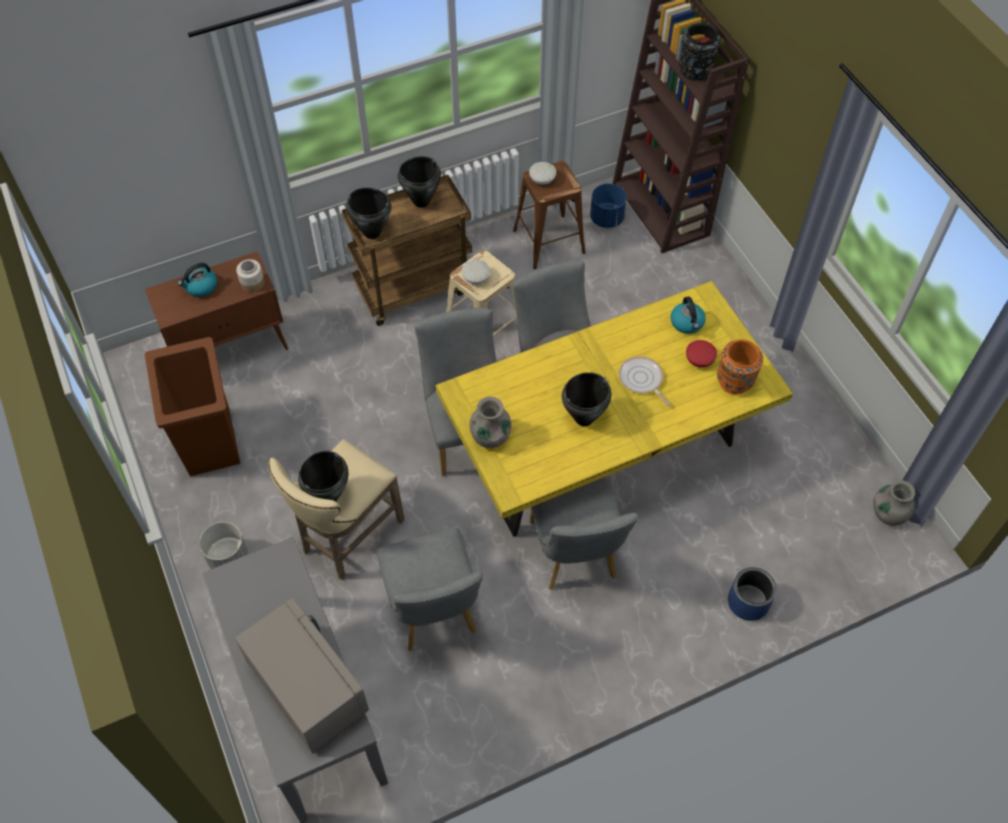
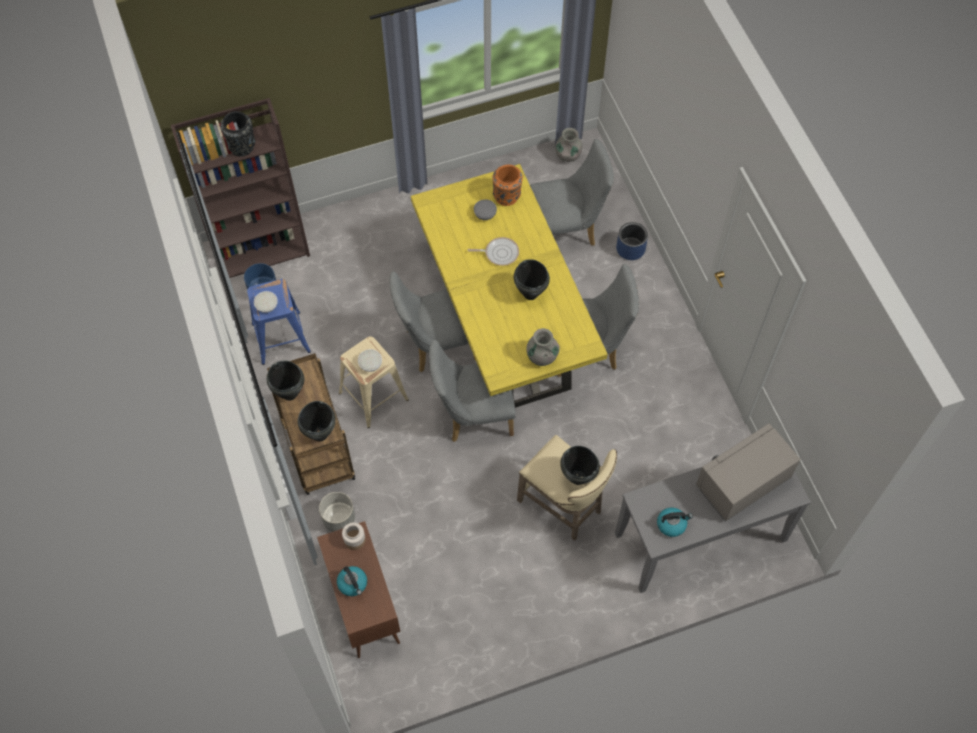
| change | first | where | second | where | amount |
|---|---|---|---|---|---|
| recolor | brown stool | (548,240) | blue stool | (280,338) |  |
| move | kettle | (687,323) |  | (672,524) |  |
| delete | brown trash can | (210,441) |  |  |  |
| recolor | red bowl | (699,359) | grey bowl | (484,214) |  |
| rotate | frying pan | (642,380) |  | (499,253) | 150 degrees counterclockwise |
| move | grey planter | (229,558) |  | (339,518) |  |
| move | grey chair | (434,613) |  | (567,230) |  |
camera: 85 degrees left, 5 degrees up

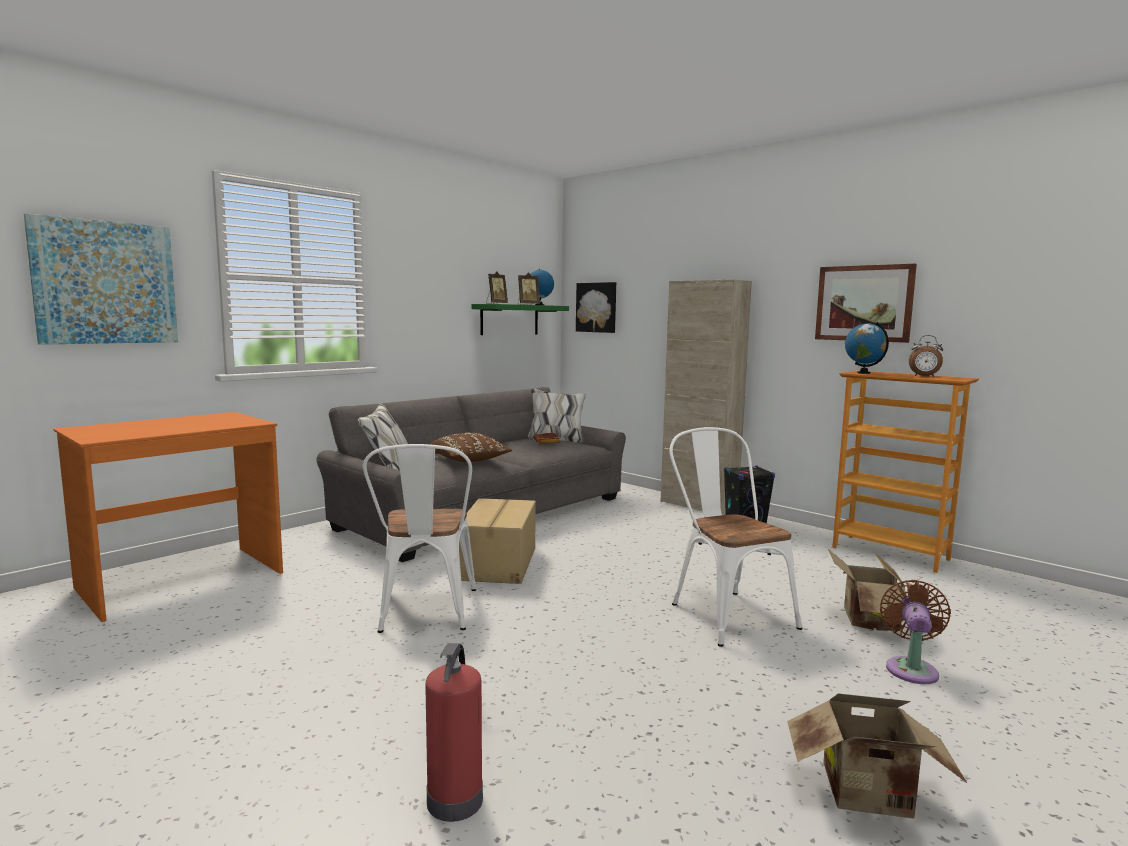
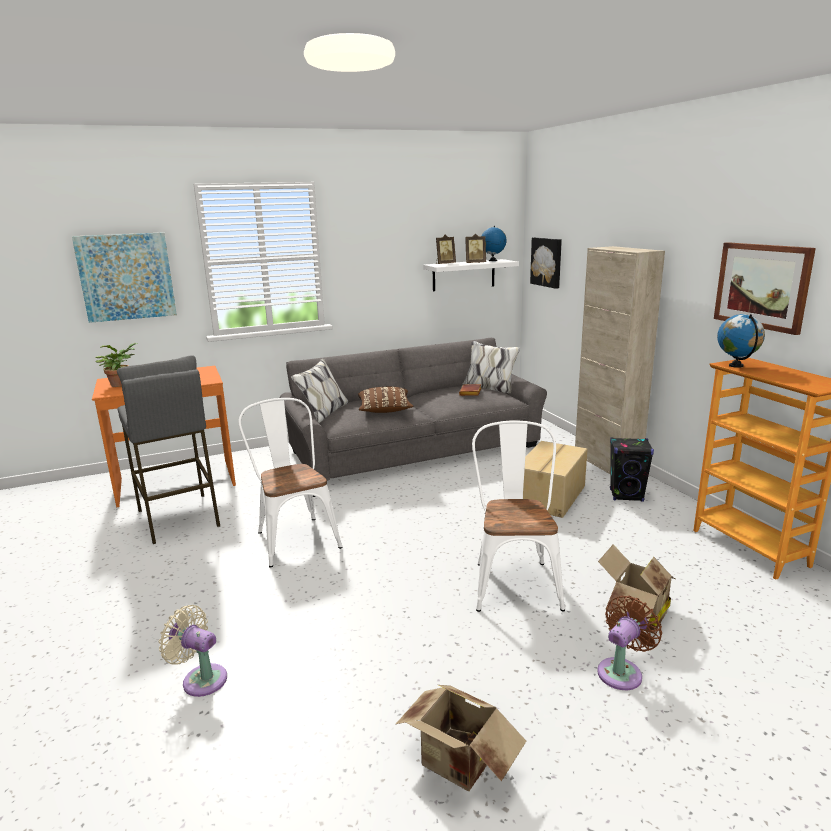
| change | first | where | second | where | amount |
|---|---|---|---|---|---|
| recolor | green shelf | (509,319) | white shelf | (463,275) |  |
| delete | alarm clock | (924,376) |  |  |  |
| rotate | white chair | (425,614) |  | (294,537) | 135 degrees clockwise |
| move | cardboard box | (499,563) |  | (551,496) |  |
| replace | fire extinguisher | (455,798) | beige fan | (201,679) |  |
| insert |  |  | potted plant | (121,384) |  |
| insert |  |  | grey stool | (178,518) |  |
camera: 25 degrees right, 10 degrees up

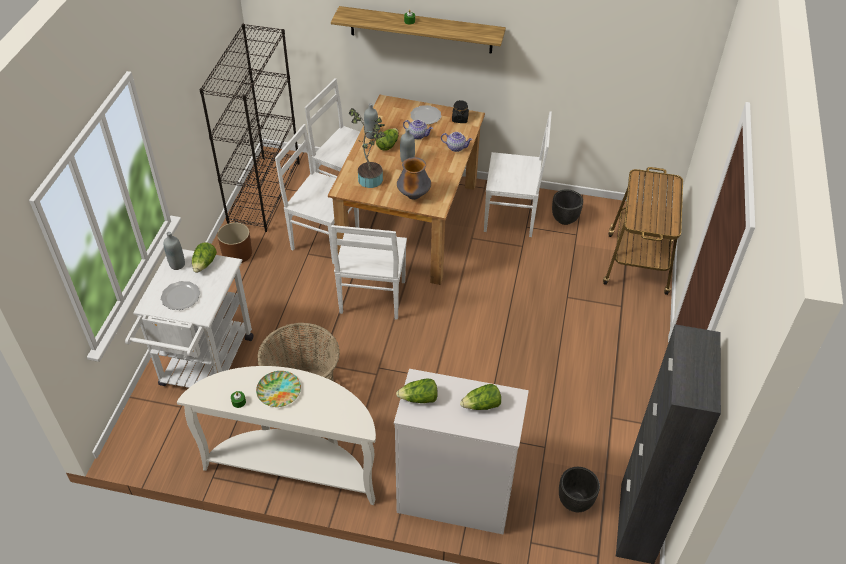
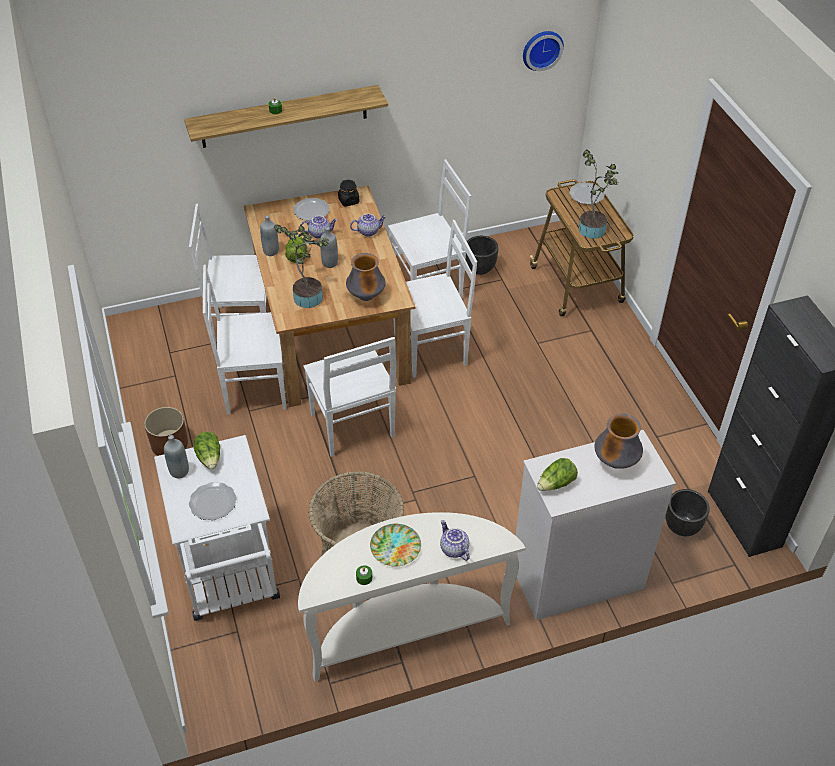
| change | first | where | second | where | amount |
|---|---|---|---|---|---|
| delete | black bookcase | (264,192) |  |  |  |
| replace | lettuce | (481,405) | vase | (615,462) |  |
| insert |  |  | wall clock | (541,49) |  |
| insert |  |  | potted plant | (593,228) |  |
| insert |  |  | plate | (587,195) |  |
| insert |  |  | white chair | (432,349) |  |
| insert |  |  | teapot | (453,549) |  |
camera: 30 degrees left, 0 degrees up

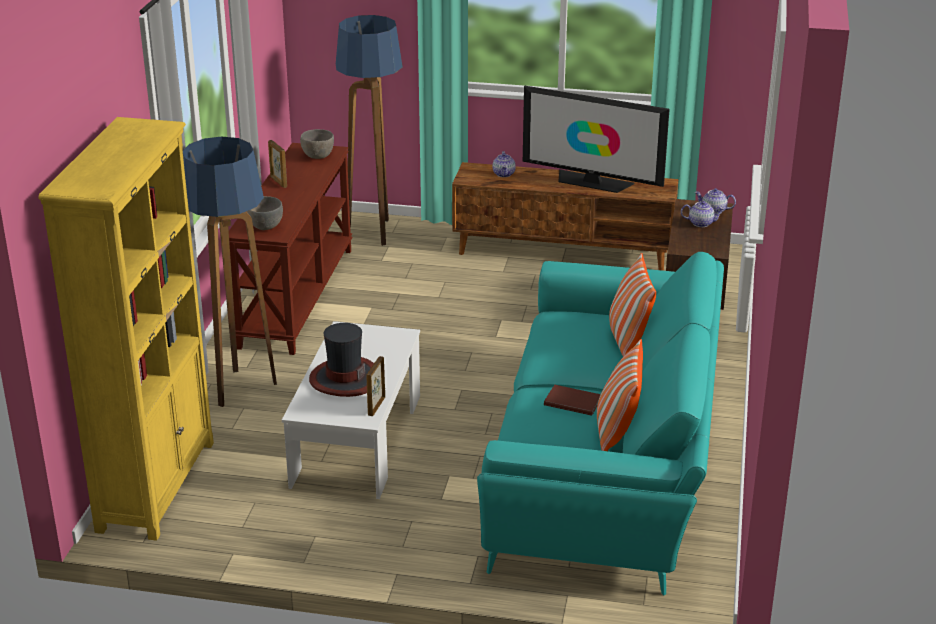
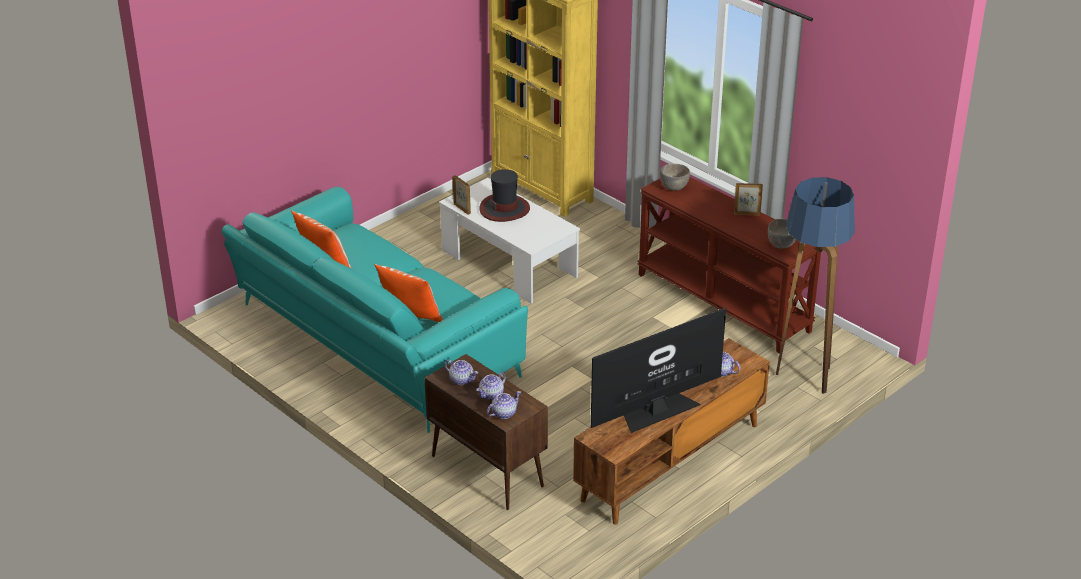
| change | first | where | second | where | amount |
|---|---|---|---|---|---|
| delete | floor lamp | (240,390) |  |  |  |
| delete | brown book | (572,401) |  |  |  |
| insert |  |  | teapot | (462,380) |  |
camera: 125 degrees right, 5 degrees up

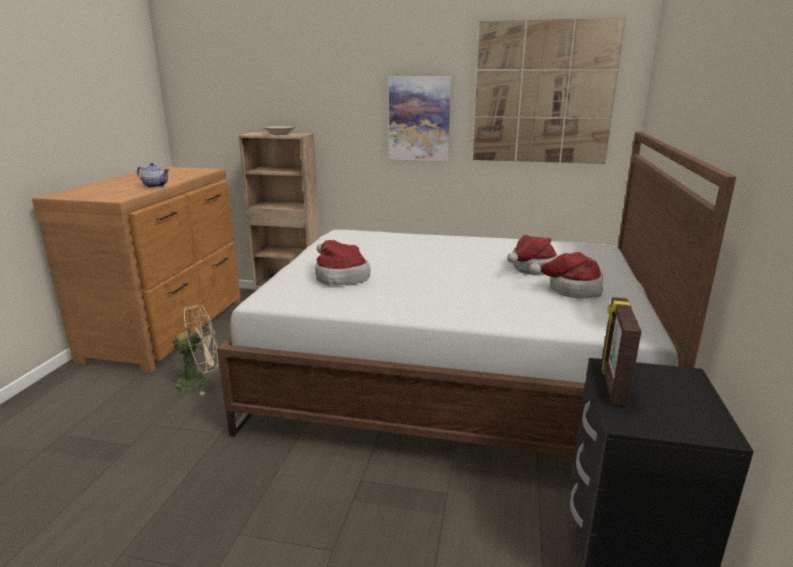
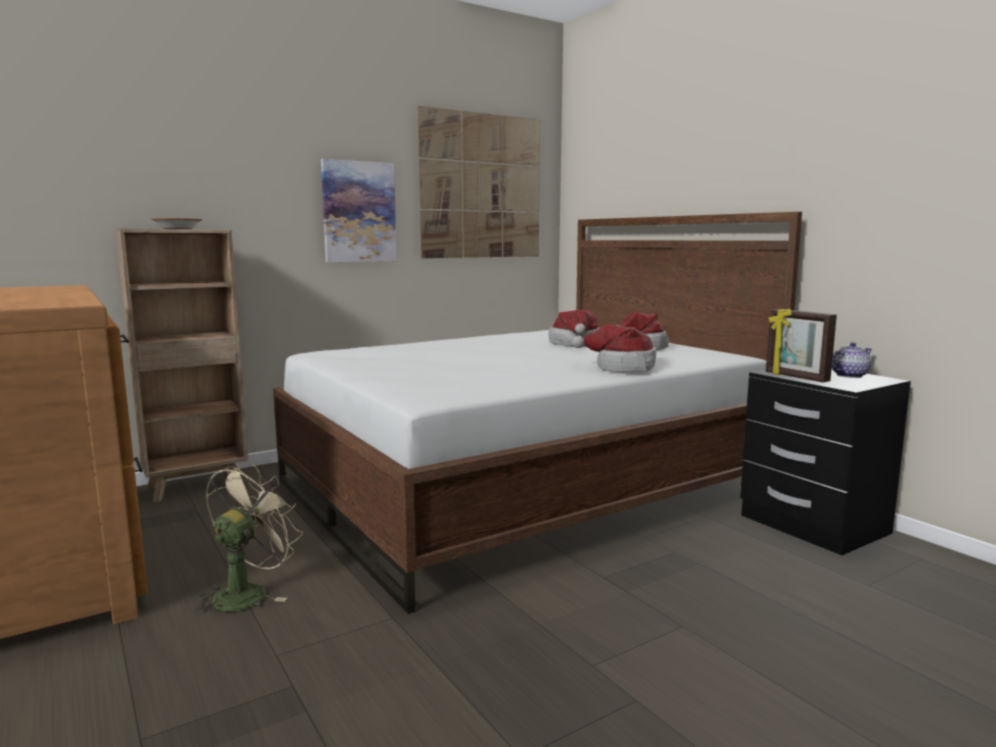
| change | first | where | second | where | amount |
|---|---|---|---|---|---|
| move | teapot | (155,186) |  | (848,375) |  |
| move | hat | (339,277) |  | (622,367) |  |
camera: 45 degrees left, 10 degrees down

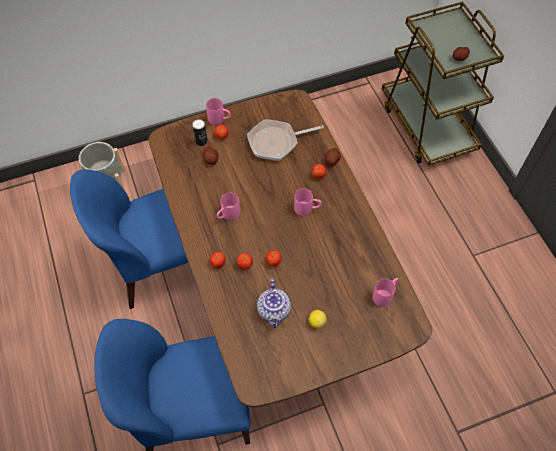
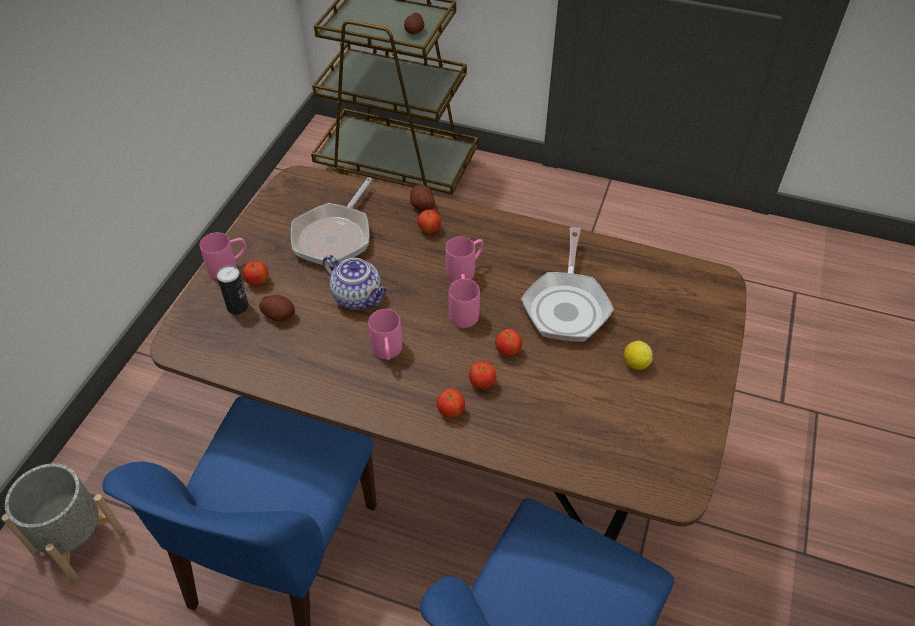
| change | first | where | second | where | amount |
|---|---|---|---|---|---|
| move | teapot | (274,311) |  | (358,297) |  |
| move | pink mug | (385,295) |  | (463,311) |  |
| insert |  |  | frying pan | (566,306) |  |
camera: 50 degrees left, 10 degrees down

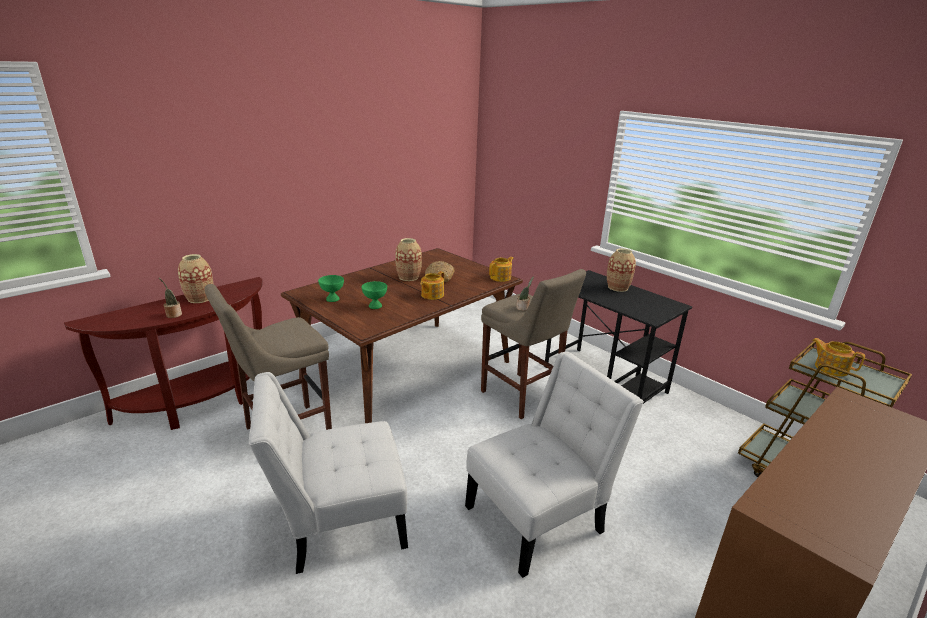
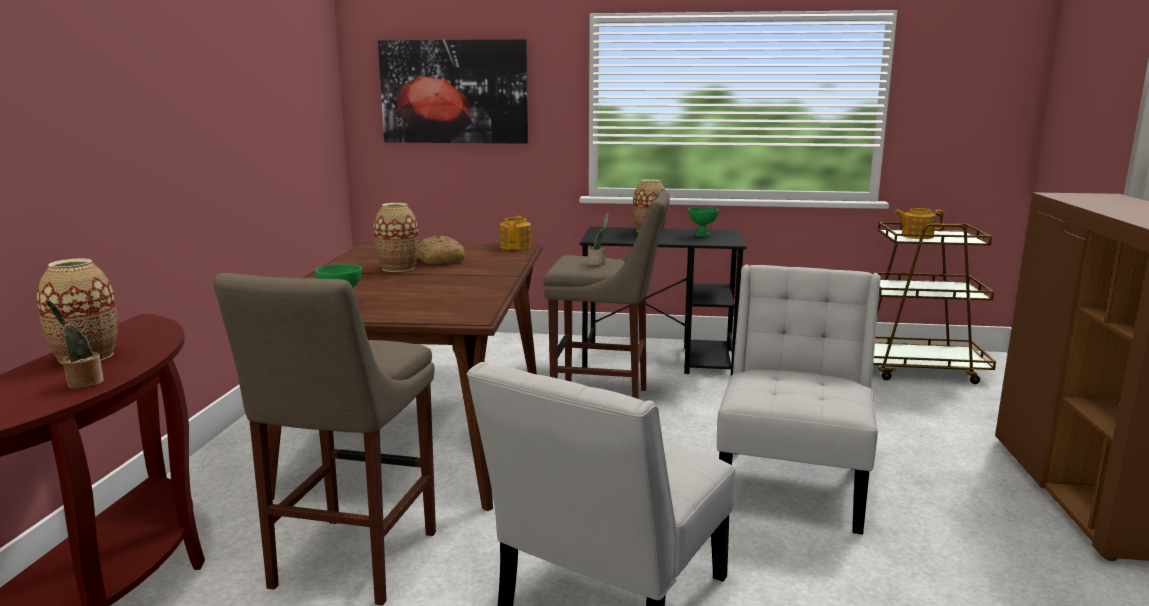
| change | first | where | second | where | amount |
|---|---|---|---|---|---|
| delete | teapot | (431,295) |  |  |  |
| move | green bowl | (374,306) |  | (701,235) |  |
| insert |  |  | picture | (454,92) |  |
camera: 40 degrees left, 10 degrees down

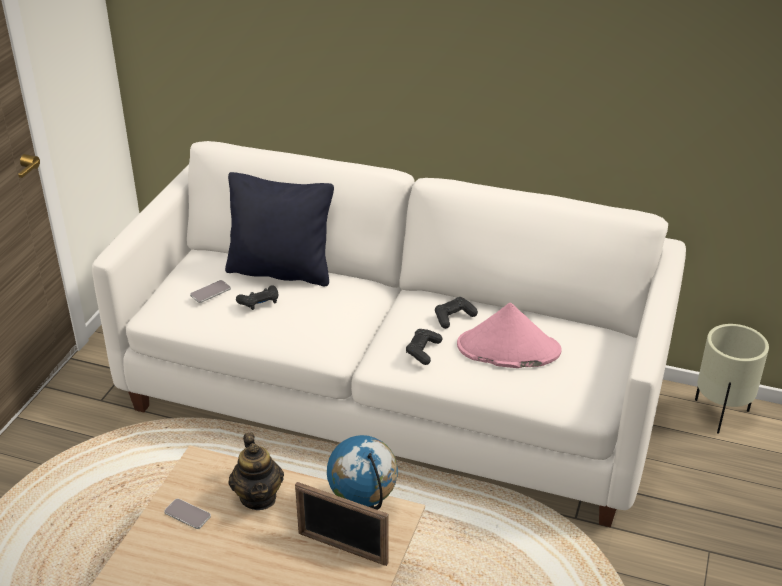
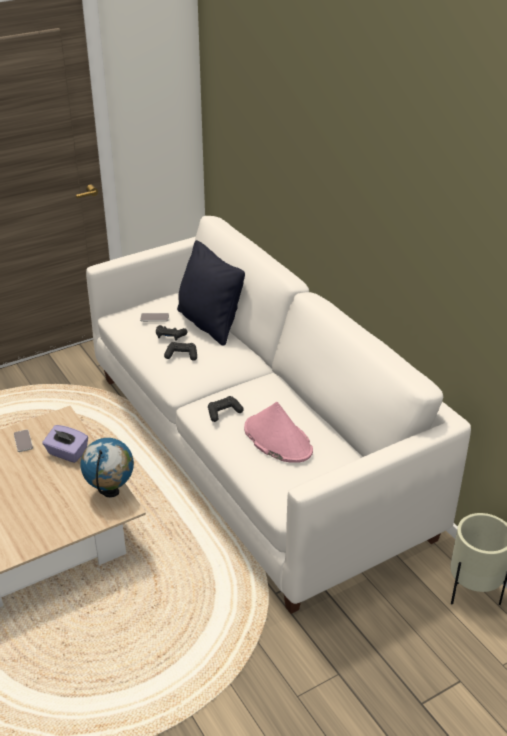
| change | first | where | second | where | amount |
|---|---|---|---|---|---|
| move | black game controller | (454,317) |  | (181,355) |  |
| replace | teapot | (258,497) | purple tissue box | (67,453) |  |
| delete | picture frame | (342,548) |  |  |  |
camera: 40 degrees right, 0 degrees up

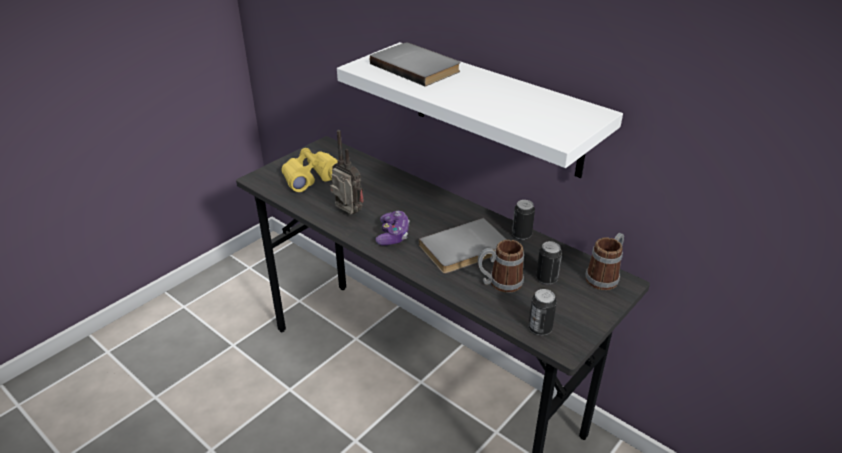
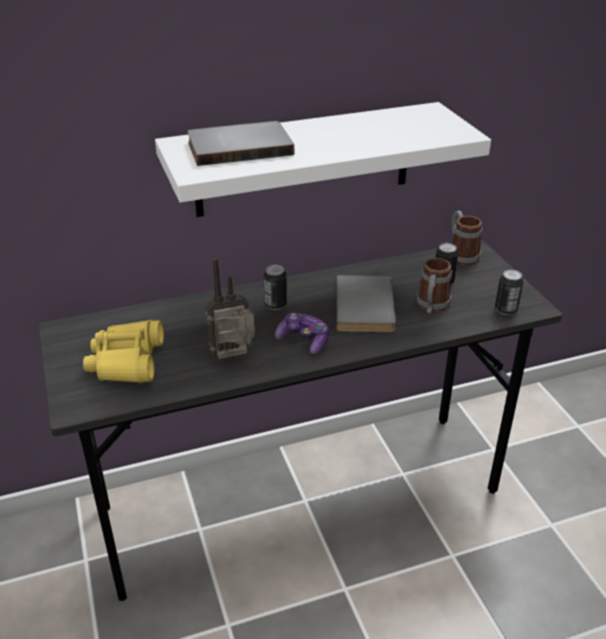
| change | first | where | second | where | amount |
|---|---|---|---|---|---|
| move | can | (521,235) |  | (275,305) |  |
camera: 60 degrees left, 0 degrees up

